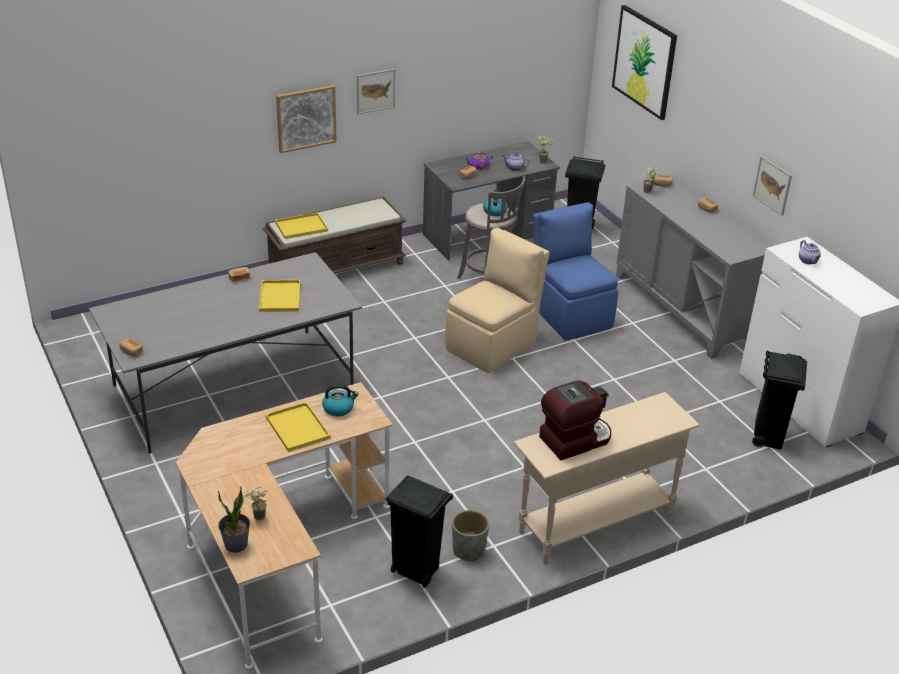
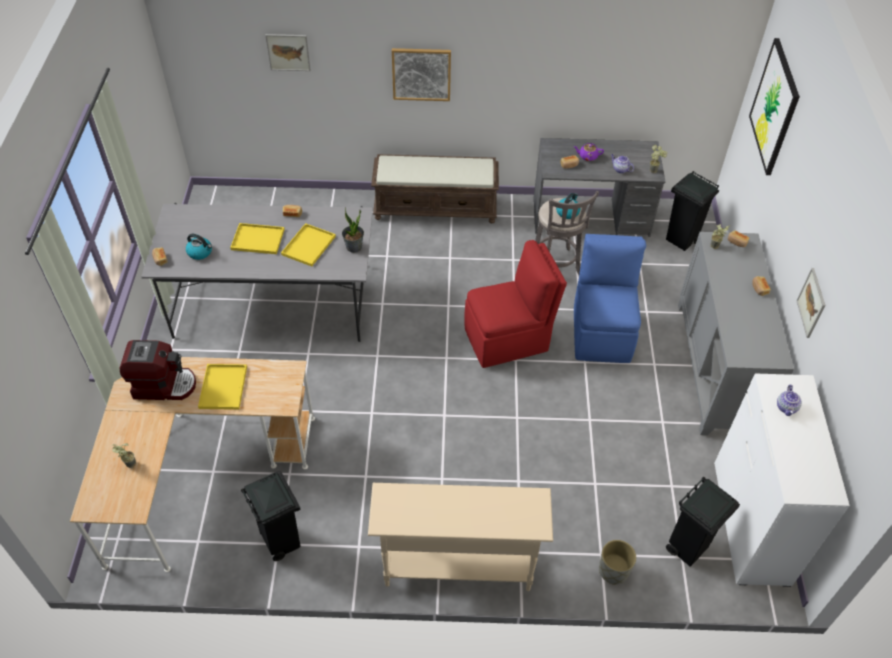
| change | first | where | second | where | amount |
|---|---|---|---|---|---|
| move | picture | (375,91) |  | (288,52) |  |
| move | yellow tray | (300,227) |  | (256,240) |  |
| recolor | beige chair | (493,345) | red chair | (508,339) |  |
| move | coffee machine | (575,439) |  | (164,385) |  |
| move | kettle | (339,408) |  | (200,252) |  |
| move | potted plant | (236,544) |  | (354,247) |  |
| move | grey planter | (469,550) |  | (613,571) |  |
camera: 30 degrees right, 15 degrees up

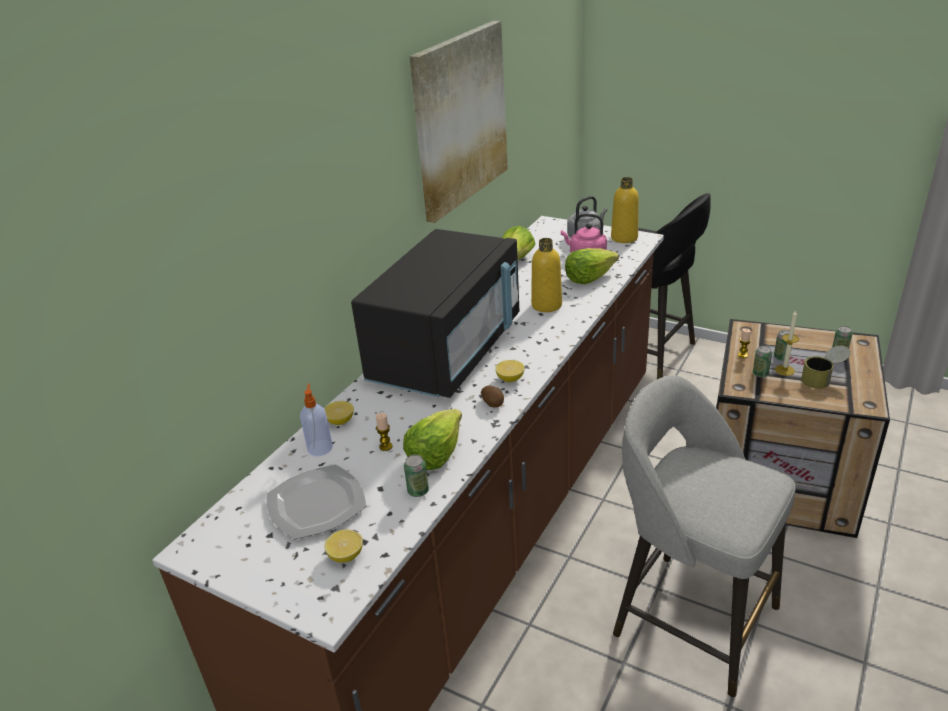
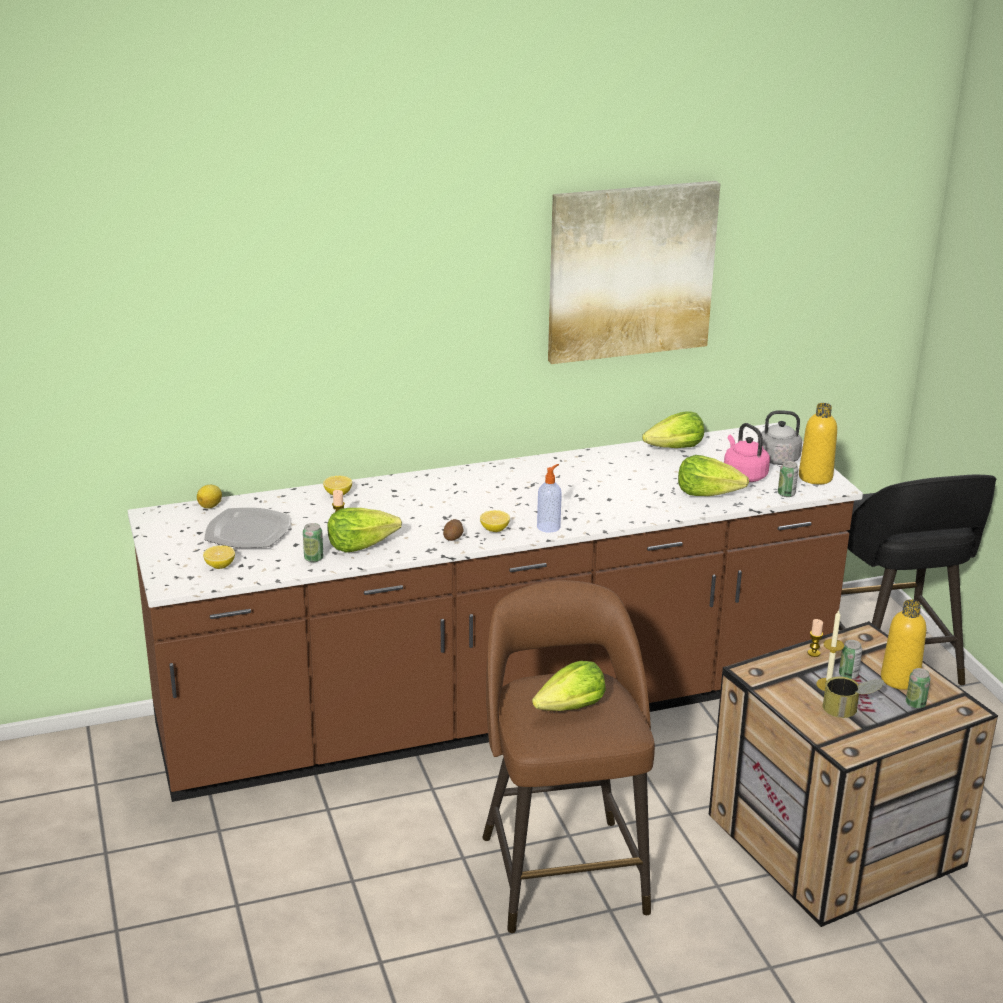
| change | first | where | second | where | amount |
|---|---|---|---|---|---|
| delete | black microwave | (447,352) |  |  |  |
| move | yellow bottle | (546,305) |  | (899,679) |  |
| move | can | (760,374) |  | (786,494) |  |
| recolor | grey stool | (691,618) | brown stool | (562,870) |  |
| move | soap dispenser | (320,447) |  | (549,526) |  |
| insert |  |  | lemon | (210,506) |  |
| insert |  |  | lettuce | (571,708) |  |
camera: 40 degrees right, 5 degrees down

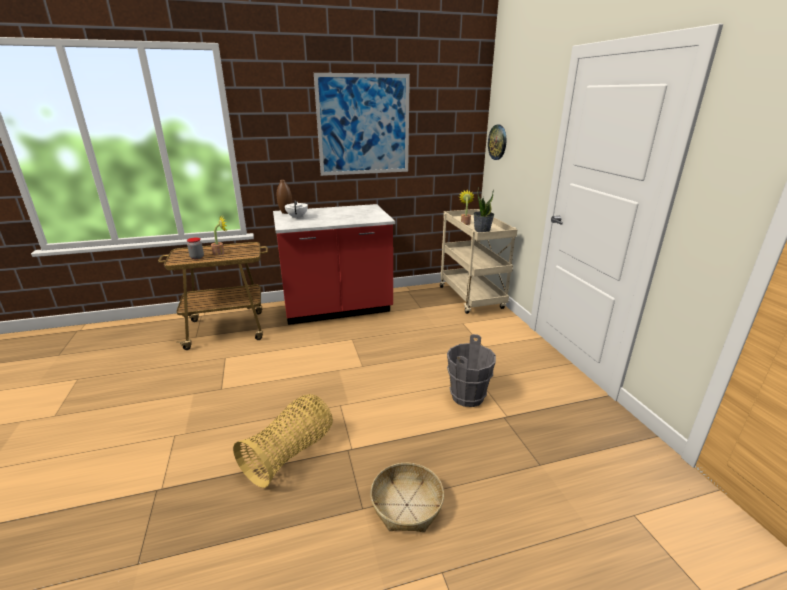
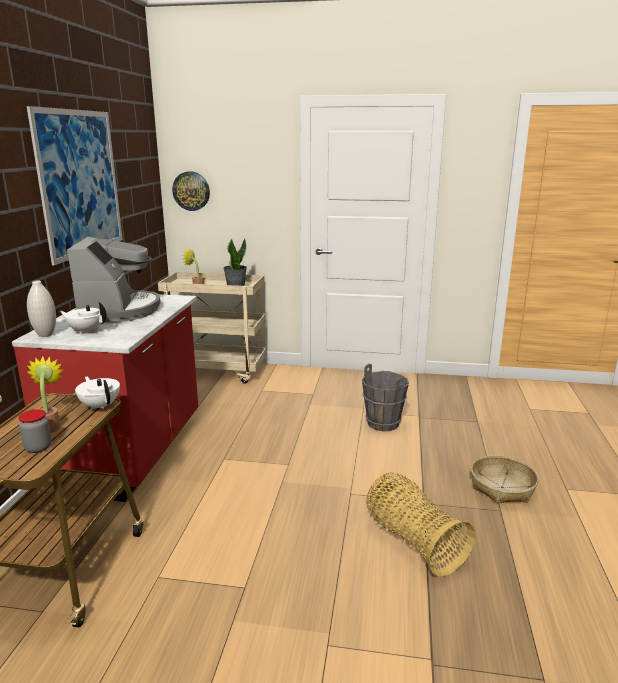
| change | first | where | second | where | amount |
|---|---|---|---|---|---|
| recolor | brown vase | (285,213) | white vase | (45,335) |  |
| insert |  |  | coffee machine | (119,311) |  |
| insert |  |  | white teapot | (100,406) |  |
camera: 65 degrees left, 5 degrees down

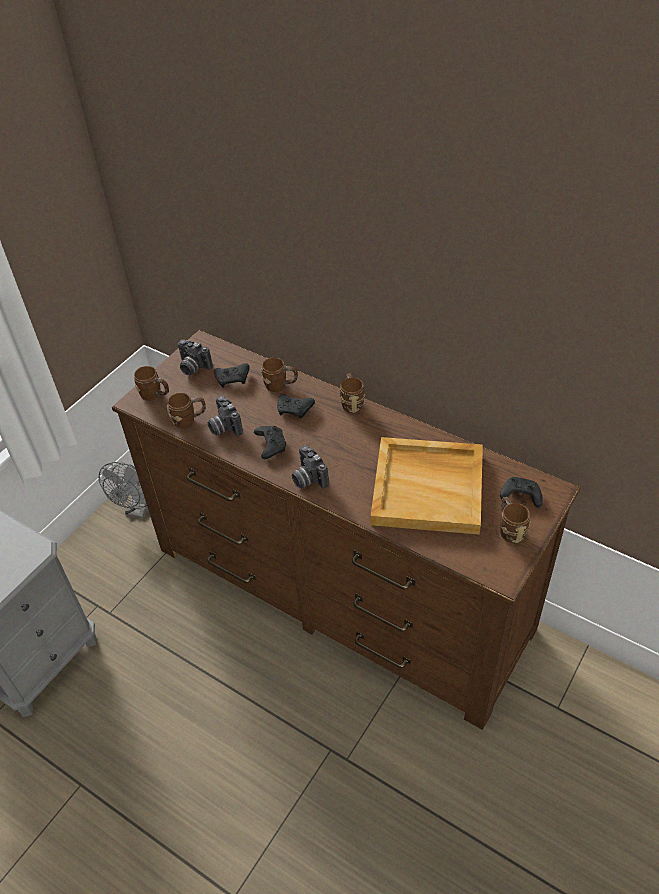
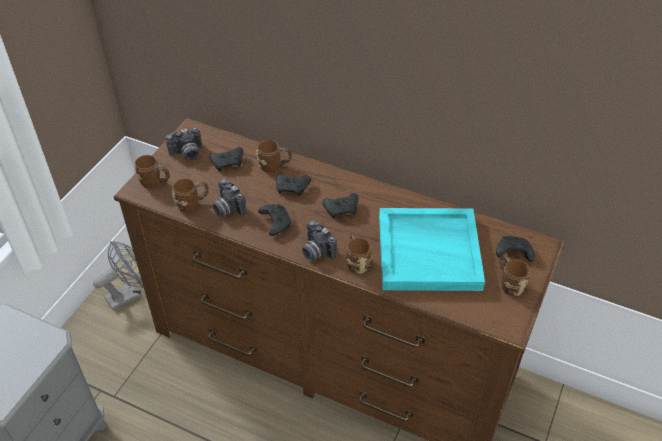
| change | first | where | second | where | amount |
|---|---|---|---|---|---|
| rotate | photo camera | (193,367) |  | (187,154) | 45 degrees counterclockwise |
| move | brown mug | (351,402) |  | (356,261) |  |
| recolor | beige tray | (428,487) | turquoise tray | (429,251) |  |
| rotate | grey fan | (139,509) |  | (128,294) | 135 degrees counterclockwise |
| insert |  |  | black game controller | (342,209) |  |
camera: 10 degrees left, 0 degrees up

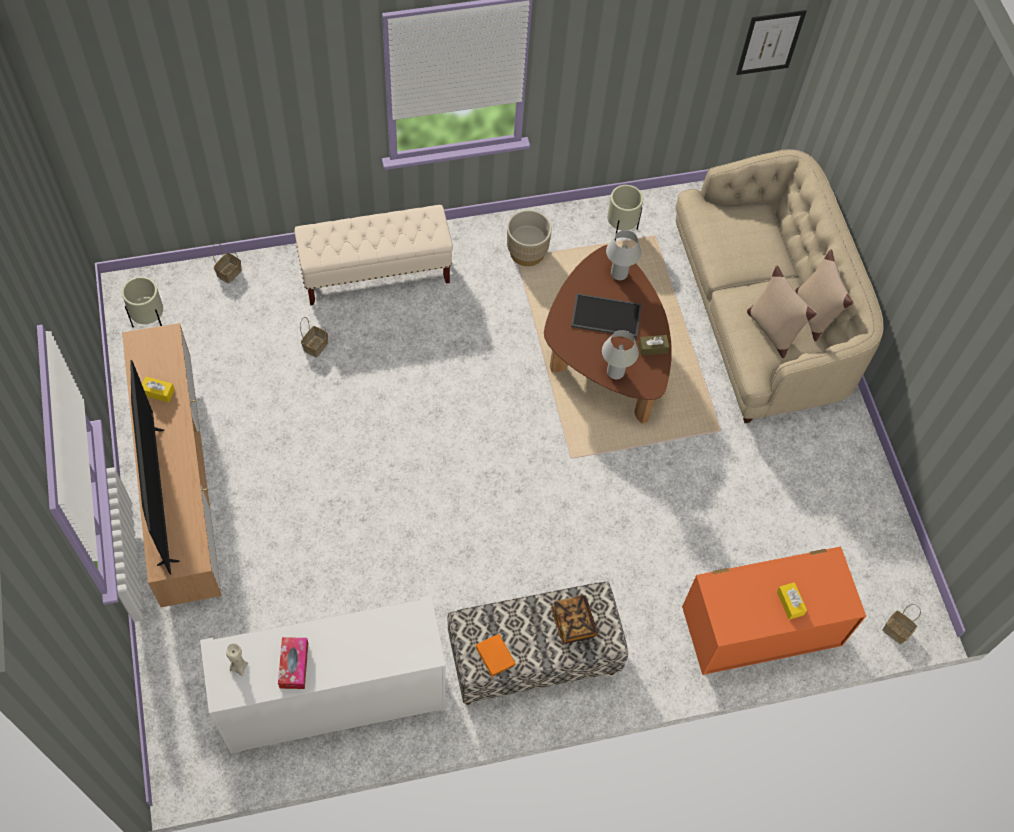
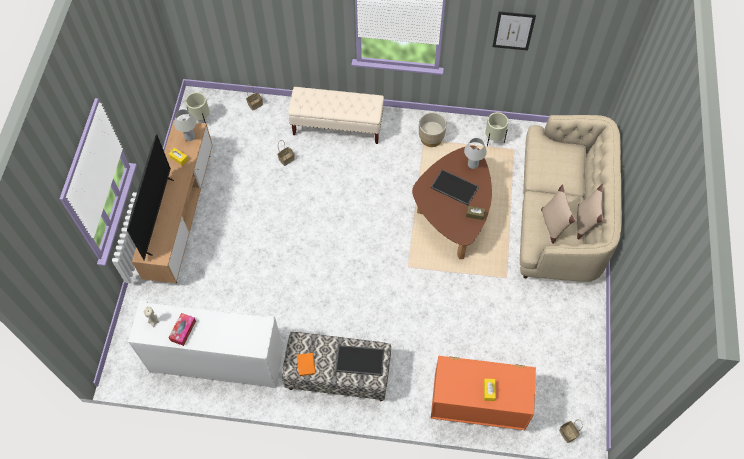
| change | first | where | second | where | amount |
|---|---|---|---|---|---|
| move | picture | (770,42) |  | (513,30) |  |
| move | white table lamp | (615,372) |  | (190,137) |  |
| replace | book | (573,623) | tray | (359,361) |  |
camera: 25 degrees right, 0 degrees up

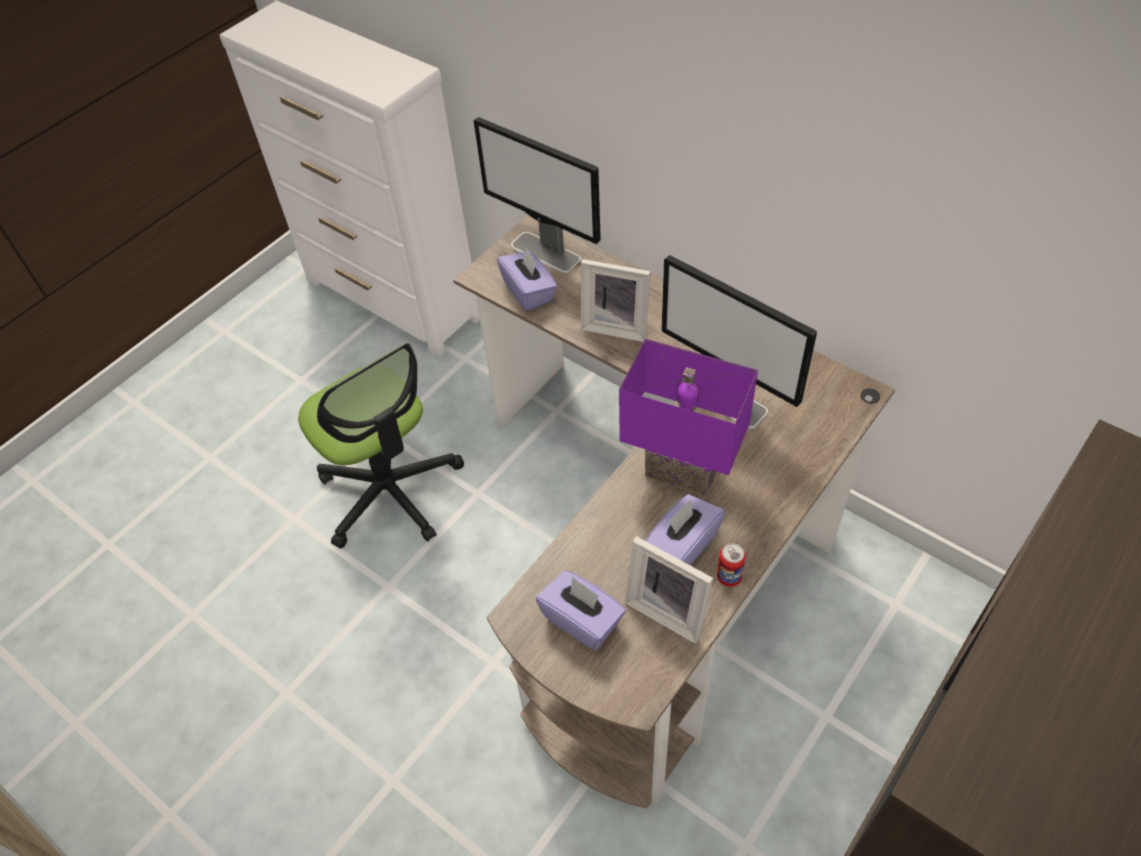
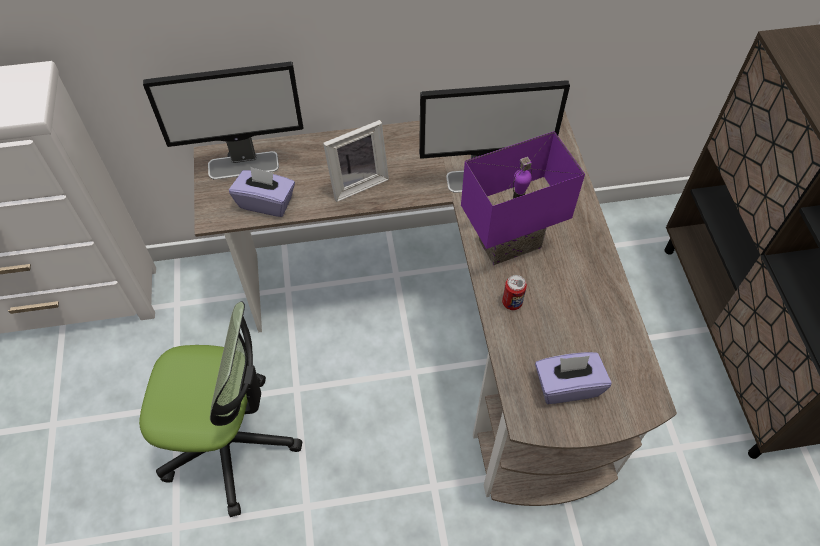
| change | first | where | second | where | amount |
|---|---|---|---|---|---|
| delete | purple tissue box | (683,545) |  |  |  |
| delete | picture frame | (669,609) |  |  |  |
| move | can | (729,577) |  | (512,302) |  |
camera: 50 degrees left, 5 degrees up

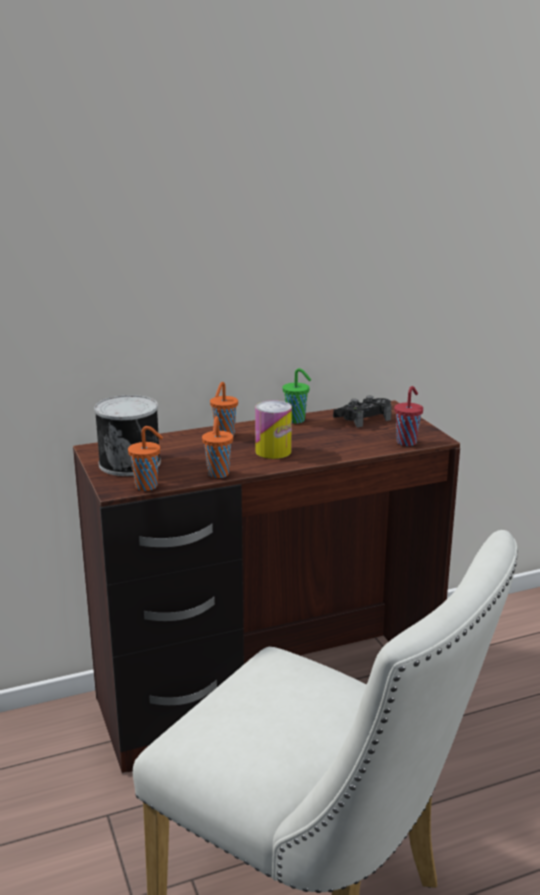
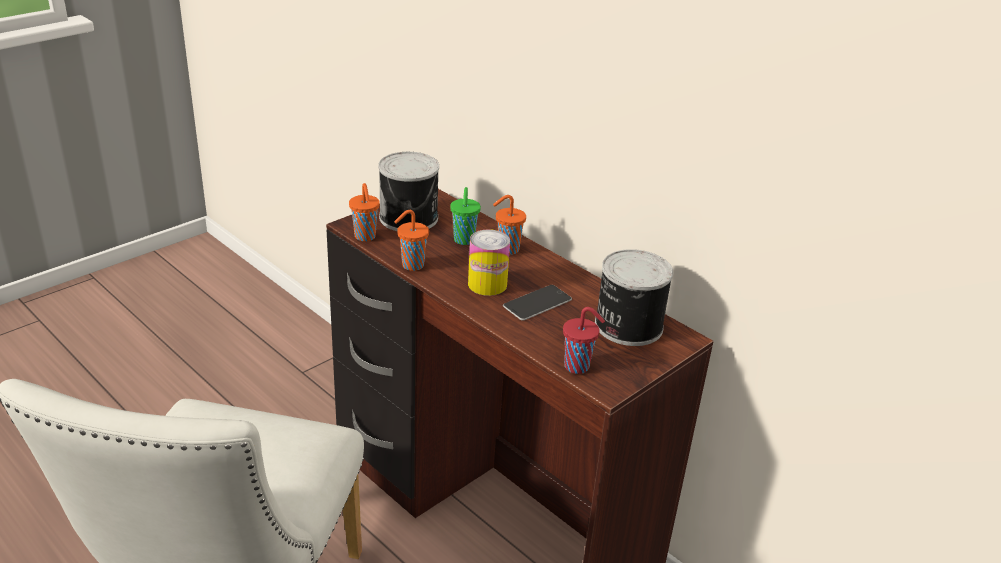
| change | first | where | second | where | amount |
|---|---|---|---|---|---|
| move | green cup | (296,420) |  | (464,241) |  |
| replace | black game controller | (363,418) | can | (626,325) |  |
| insert |  |  | phone | (537,303) |  |
camera: 65 degrees right, 10 degrees up

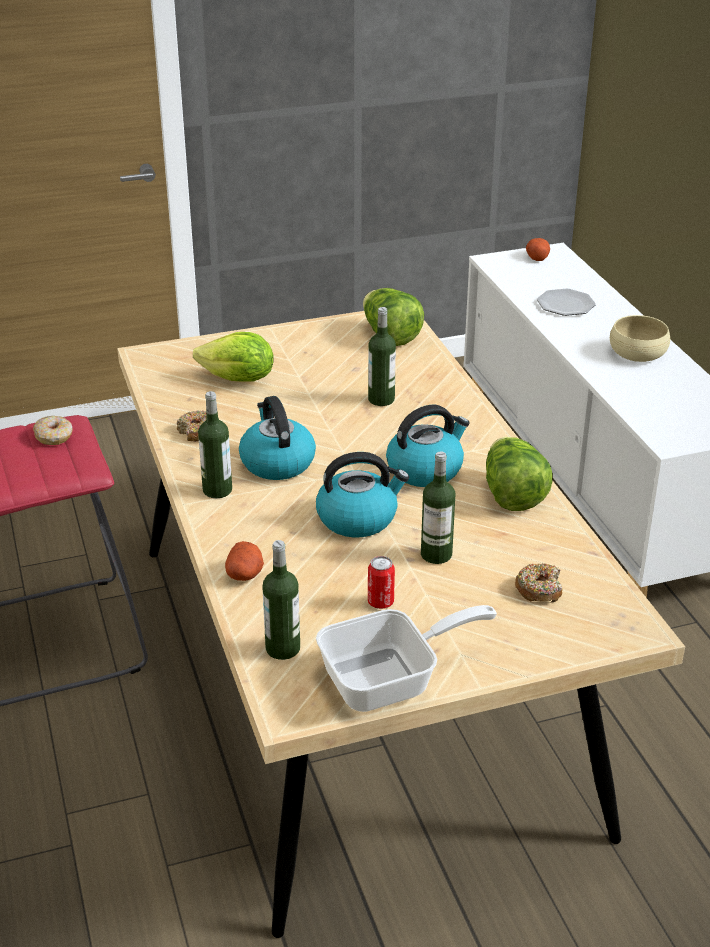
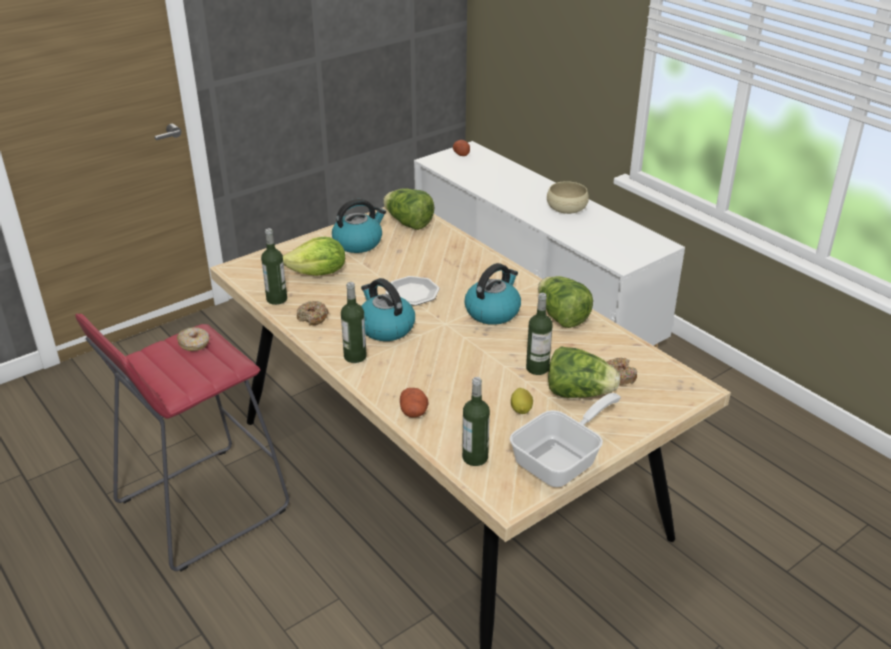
| change | first | where | second | where | amount |
|---|---|---|---|---|---|
| move | plate | (566,305) |  | (413,293) |  |
| move | bottle | (381,399) |  | (277,299) |  |
| move | kettle | (358,518) |  | (358,243) |  |
| replace | can | (380,602) | lemon | (521,409) |  |
| insert |  |  | lettuce | (578,393) |  |
camera: 20 degrees left, 0 degrees up

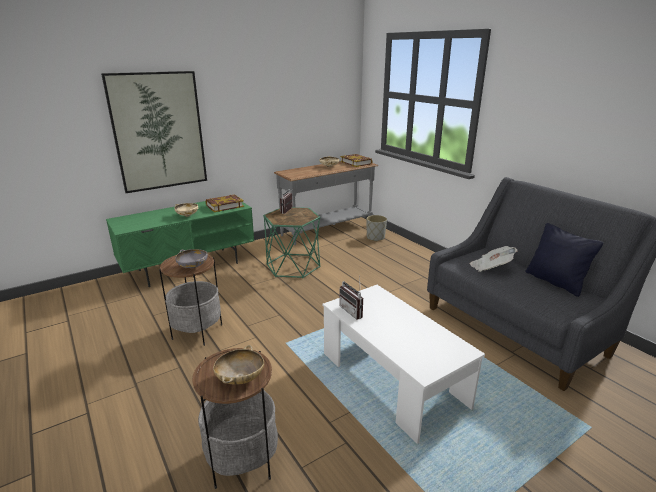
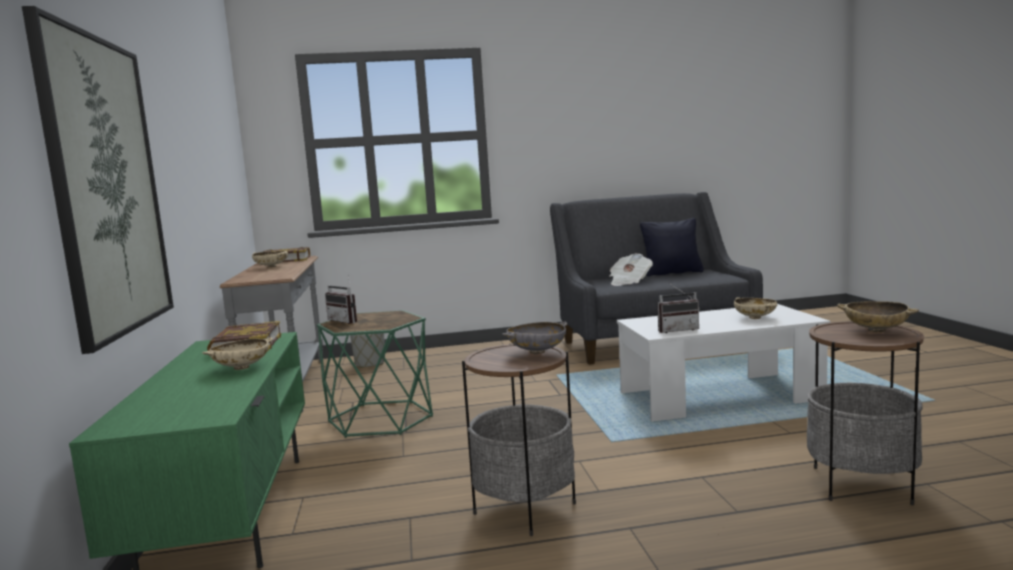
| change | first | where | second | where | amount |
|---|---|---|---|---|---|
| insert |  |  | beige bowl | (755,318) |  |
camera: 65 degrees left, 15 degrees down

